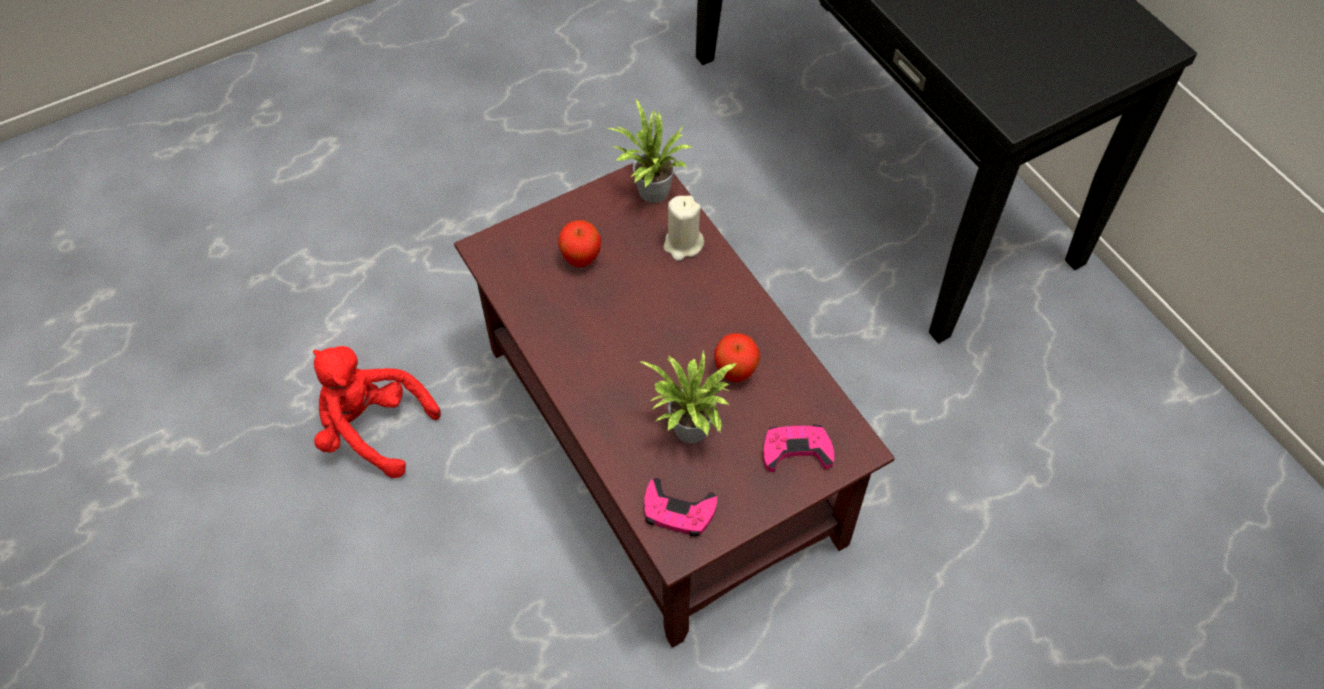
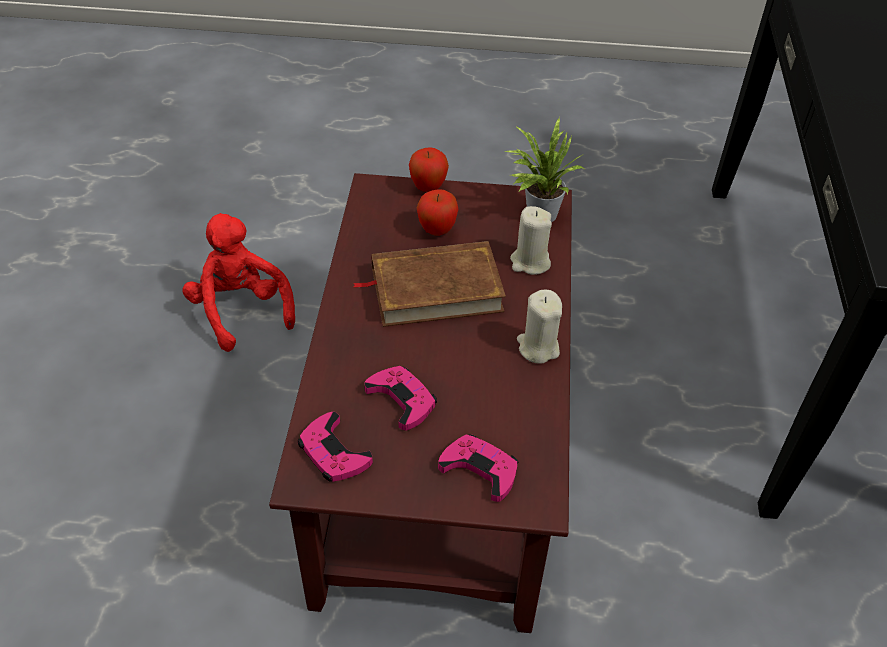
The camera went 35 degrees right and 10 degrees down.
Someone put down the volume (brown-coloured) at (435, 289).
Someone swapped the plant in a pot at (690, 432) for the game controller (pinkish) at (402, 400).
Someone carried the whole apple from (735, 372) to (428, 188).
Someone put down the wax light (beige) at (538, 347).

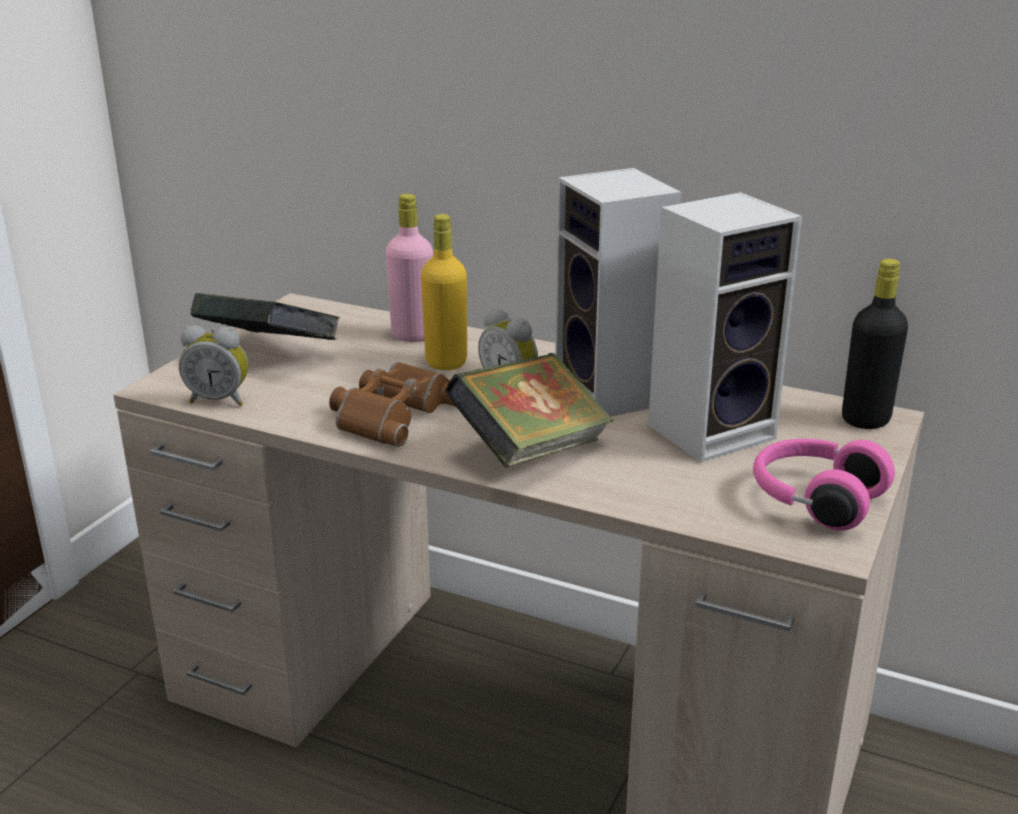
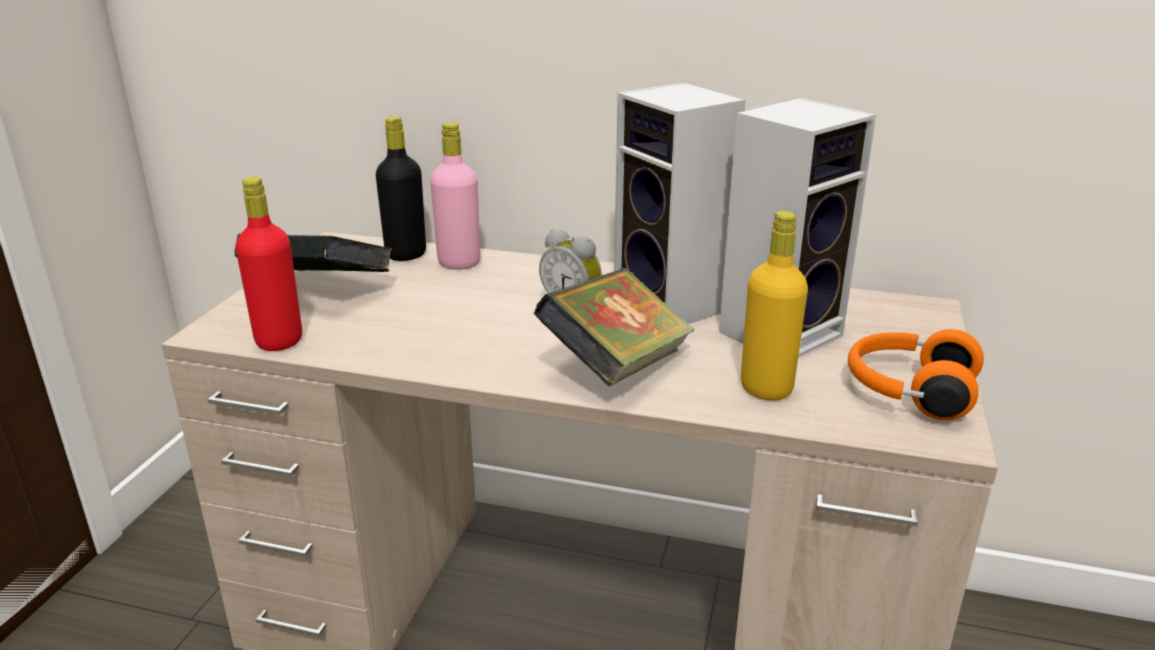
The camera went 10 degrees left and 0 degrees up.
Someone swapped the alarm clock at (219, 400) for the bottle (red-coloured) at (279, 341).
Someone carried the bottle (blackish) from (865, 419) to (406, 254).
Someone carried the bottle (yellow) from (446, 362) to (766, 388).
Someone repainted the headphones (pinkish) at (814, 500), which became the headphones (orange) at (908, 392).
Someone took away the pair of binoculars (brown-coloured) at (391, 413).

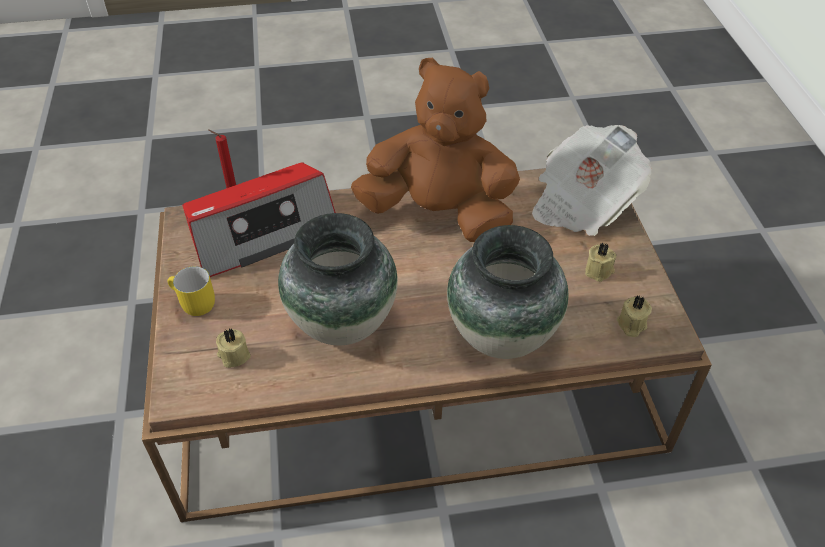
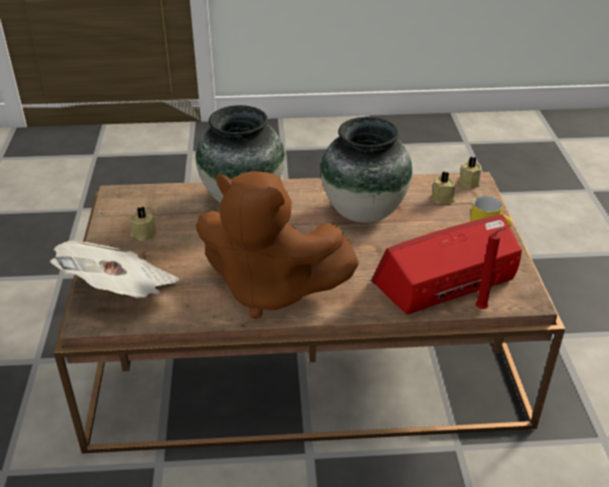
The camera went 175 degrees left and 10 degrees down.
Someone carried the wax light (beige) from (631, 325) to (469, 182).

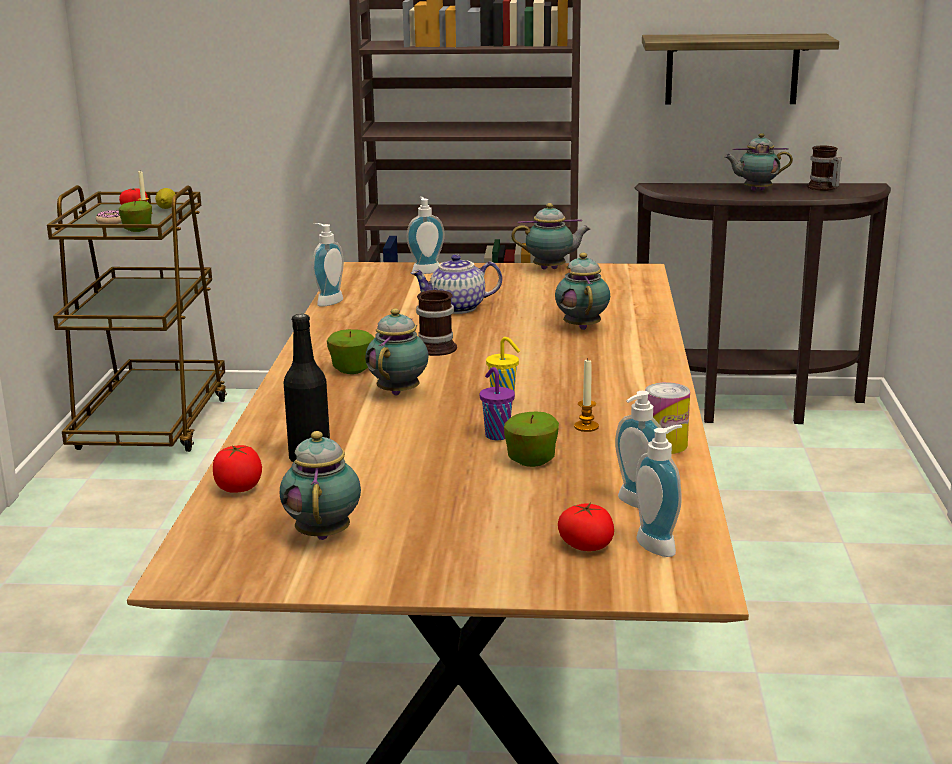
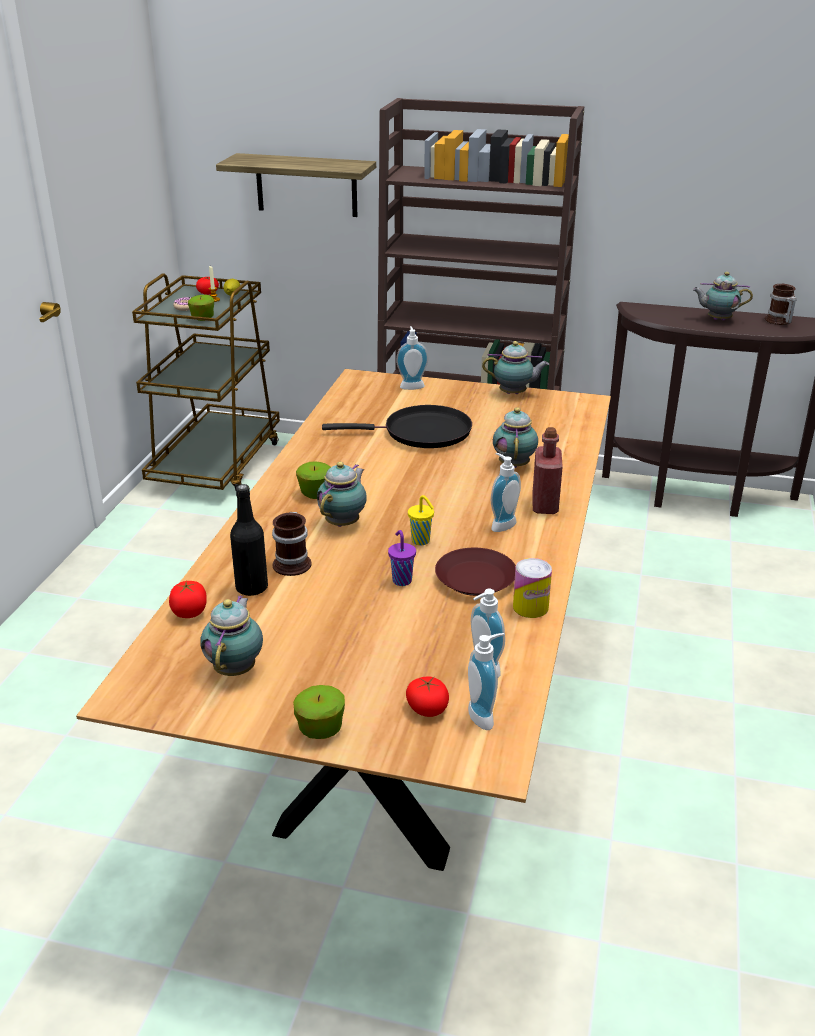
The camera went 10 degrees right and 10 degrees up.
Someone carried the bracket shelf from (732, 69) to (306, 185).
Someone carried the tea mug from (437, 347) to (294, 562).
Someone carried the whole apple from (531, 460) to (320, 729).
Someone swapped the teapot at (457, 308) for the frying pan (blackish) at (421, 433).
Someone swapped the wax light at (586, 427) for the flat dish (brown-coloured) at (475, 579).
Someone carried the liquid soap bottle from (327, 301) to (501, 524).
Someone put down the bottle (red-coloured) at (545, 505).

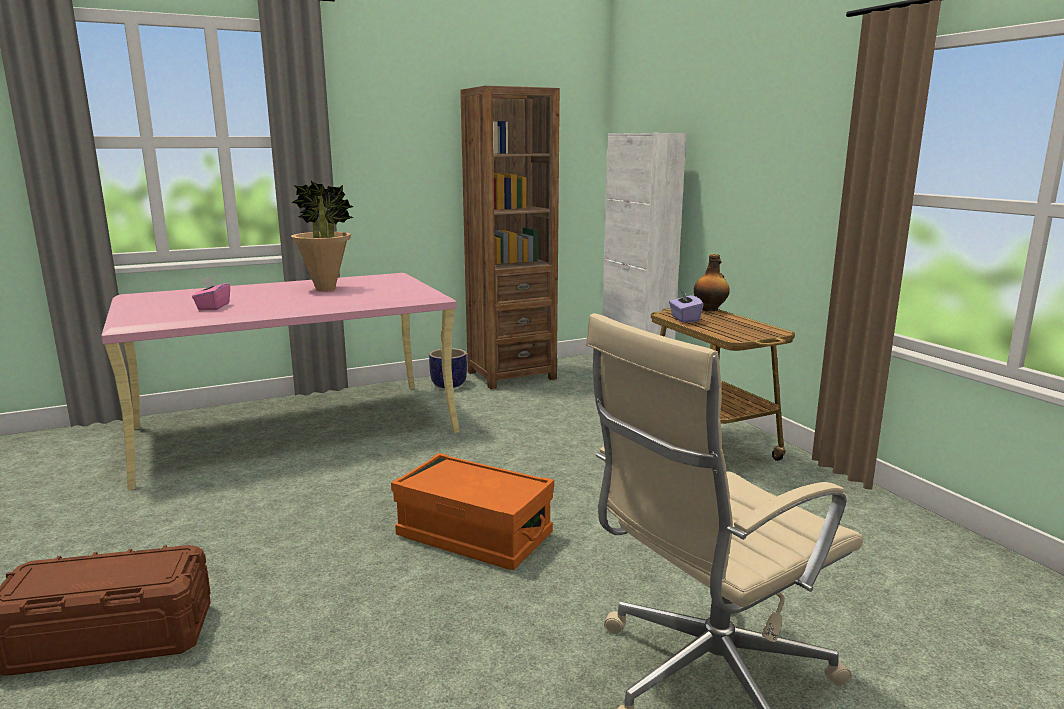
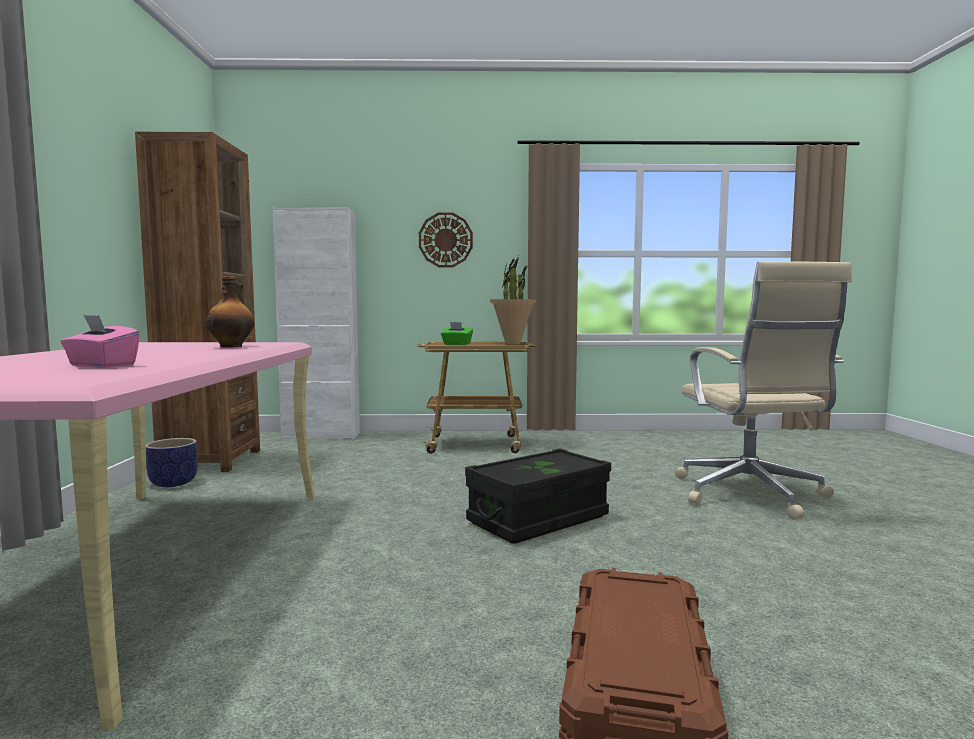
The camera went 65 degrees left and 10 degrees down.
Someone carried the bottle from (710, 309) to (232, 346).
Someone put up the hanging clock at (445, 240).
Someone repainted the tissue box (purple-coloured) at (684, 319), which became the tissue box (green-coloured) at (456, 344).
Someone repainted the storage container (orange) at (474, 536), which became the storage container (blackish) at (538, 519).
Someone carried the plant in a pot from (326, 289) to (512, 343).

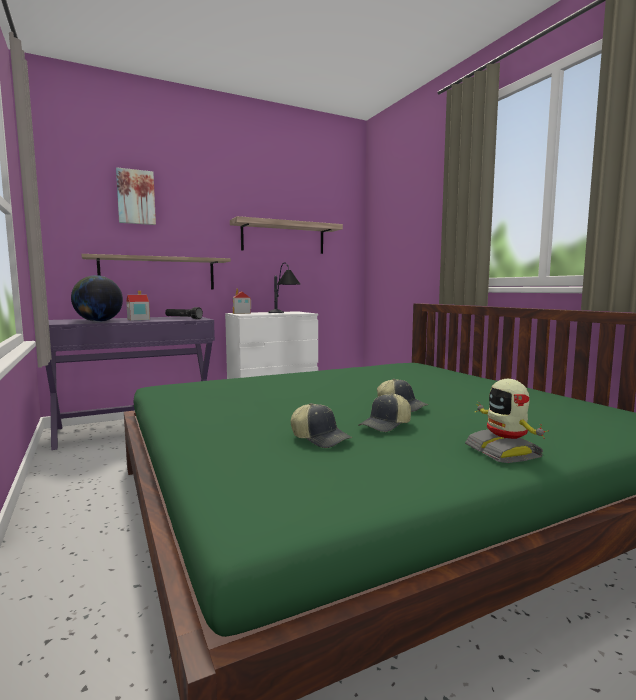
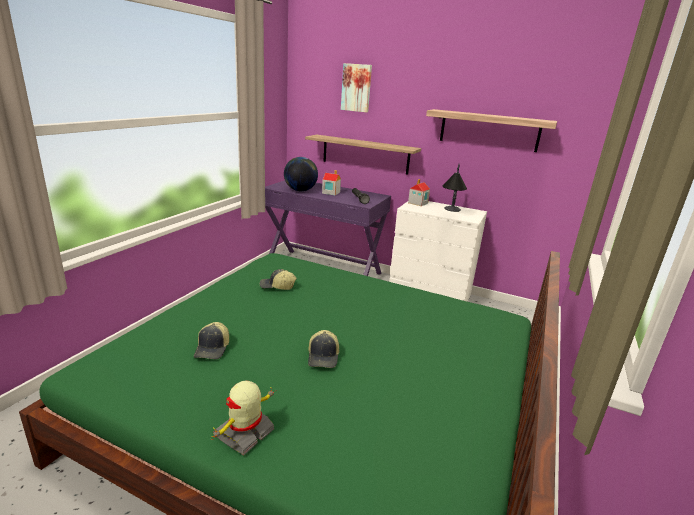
The camera went 50 degrees right and 15 degrees up.
Someone carried the cap from (386, 426) to (277, 286).

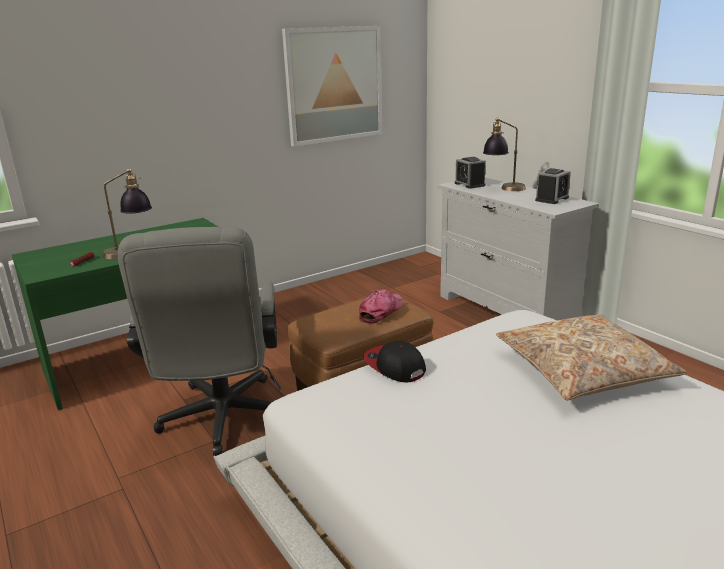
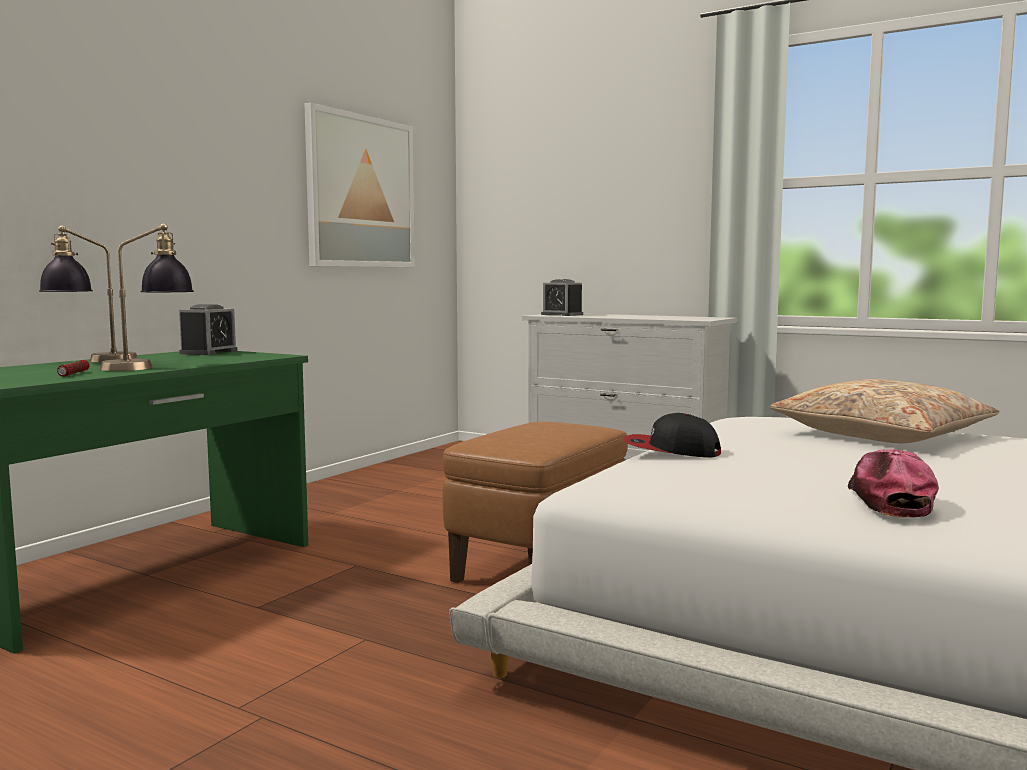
The camera went 25 degrees left and 15 degrees down.
Someone carried the table lamp from (503, 189) to (92, 361).
Someone carried the alarm clock from (552, 199) to (209, 352).
Someone carried the cap from (381, 311) to (887, 499).
Someone took away the computer chair (gray) at (222, 422).

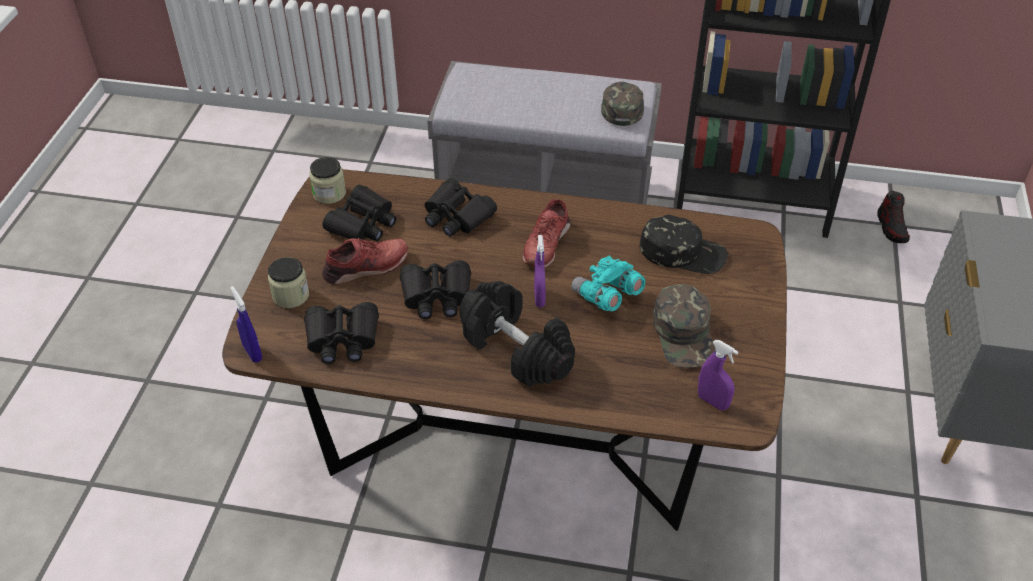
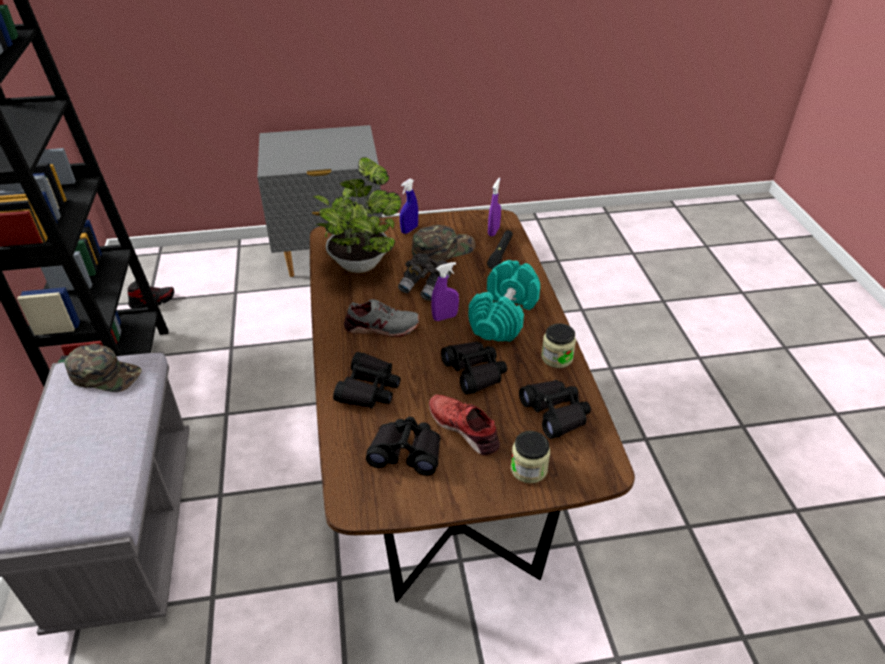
The camera went 110 degrees left and 5 degrees down.
Someone rotated the cap (green-coloured) at (621, 106) by 150 degrees counterclockwise.
Someone swapped the cap (blackish) at (682, 252) for the plant in a pot at (361, 261).
Someone repainted the item of footwear (red-coloured) at (545, 243), which became the item of footwear (gray) at (381, 327).
Someone repainted the pair of binoculars (turquoise-coloured) at (606, 296), which became the pair of binoculars (gray) at (425, 286).
Someone carried the sprayer (blue-coloured) from (252, 353) to (409, 229).
Someone repainted the free weight (blackish) at (517, 349), which became the free weight (turquoise-coloured) at (503, 316).
Someone put down the hand torch (blackish) at (500, 253).
Someone carried the jar from (329, 193) to (557, 357).

